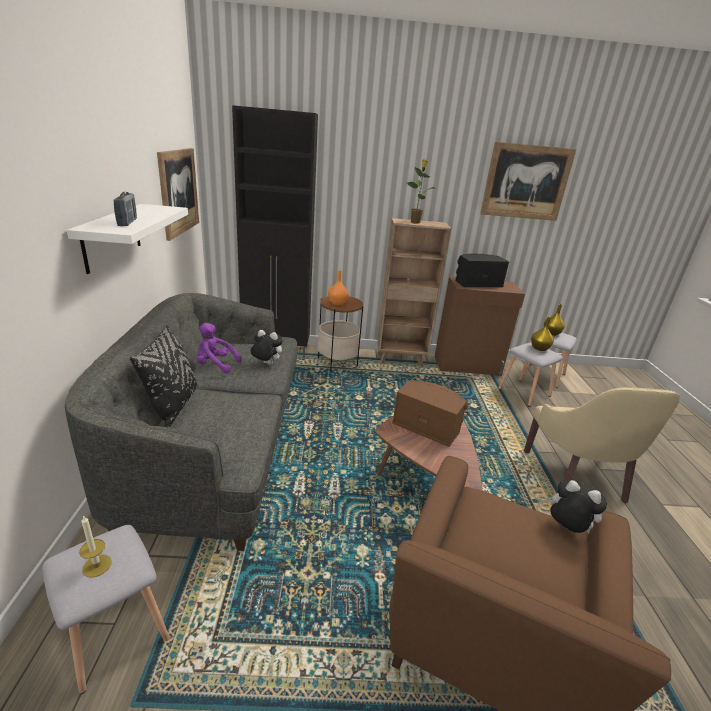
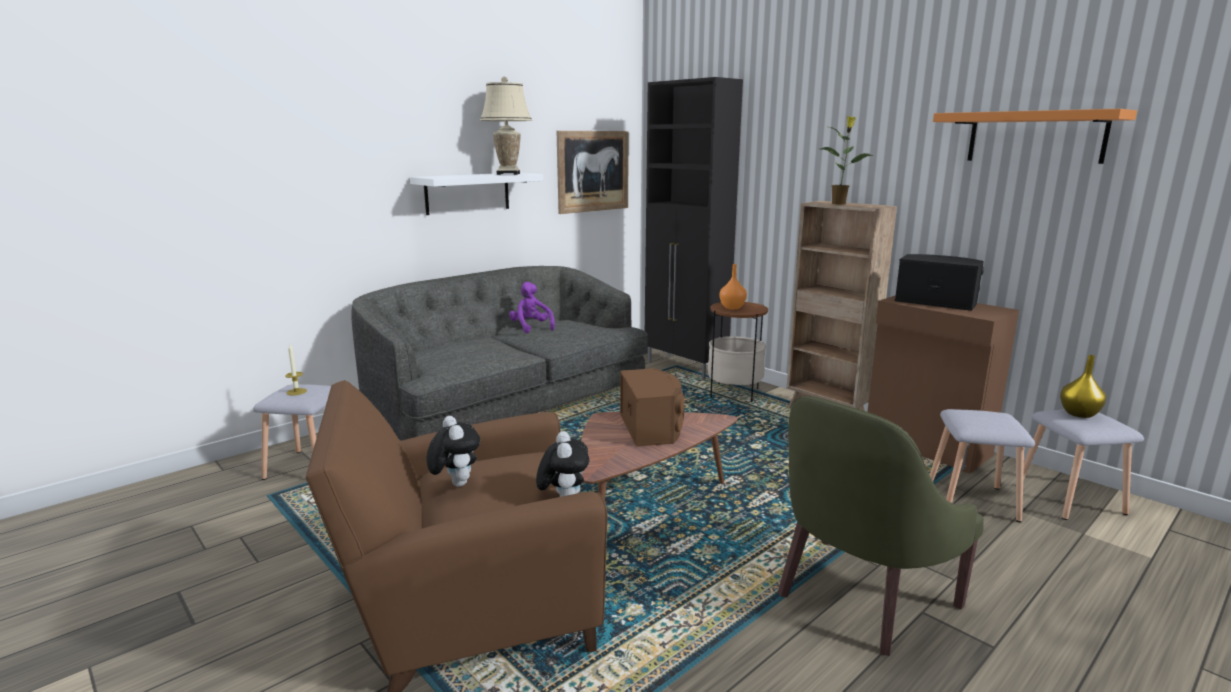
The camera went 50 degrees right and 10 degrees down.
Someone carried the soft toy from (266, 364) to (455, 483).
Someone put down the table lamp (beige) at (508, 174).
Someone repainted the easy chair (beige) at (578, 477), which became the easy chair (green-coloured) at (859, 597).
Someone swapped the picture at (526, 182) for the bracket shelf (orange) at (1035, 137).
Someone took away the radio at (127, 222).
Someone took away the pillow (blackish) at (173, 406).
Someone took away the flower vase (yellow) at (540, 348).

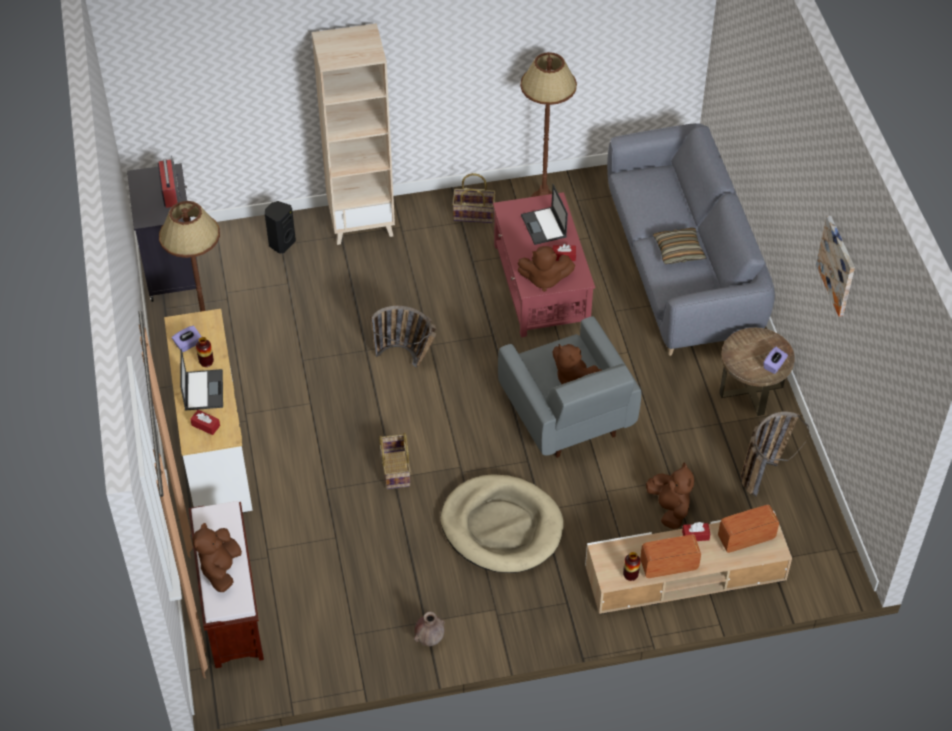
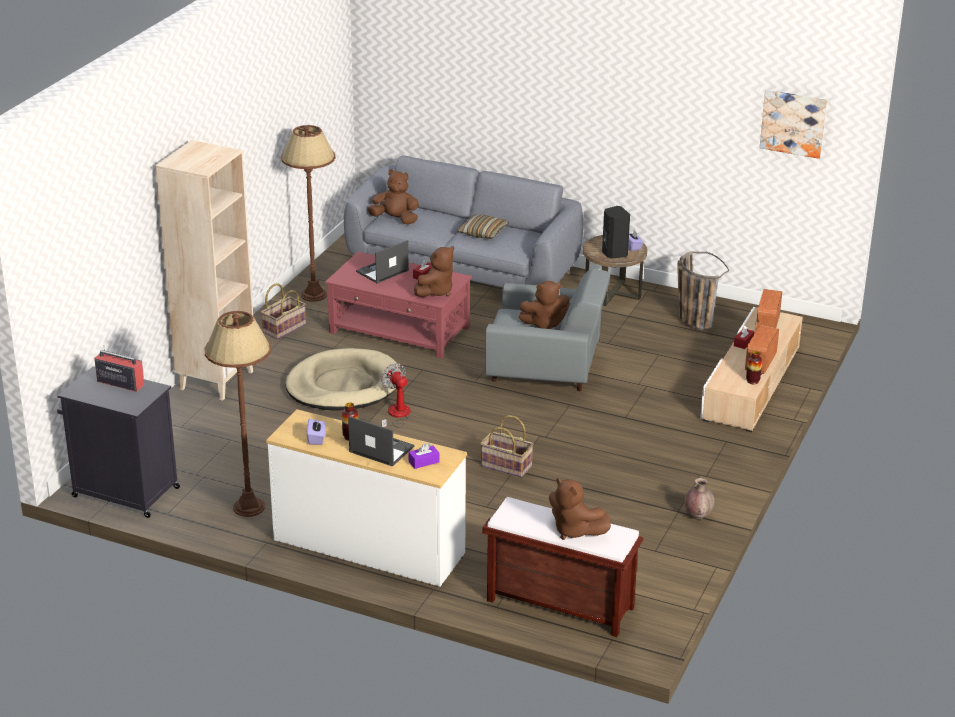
The camera went 55 degrees left and 20 degrees down.
Someone carried the dog bed (beige) from (501, 527) to (343, 385).
Someone rotated the portable computer at (544, 226) by 120 degrees clockwise.
Someone carried the soft toy (brown-coloured) from (669, 508) to (395, 219).
Someone swapped the storage basket at (407, 359) for the electric fan at (396, 416).
Someone repainted the tissue box (red-coloured) at (205, 425), which became the tissue box (purple-coloured) at (424, 462).
Someone carried the loudspeaker (blackish) from (281, 243) to (613, 253).
Someone carried the picture from (837, 265) to (793, 123).

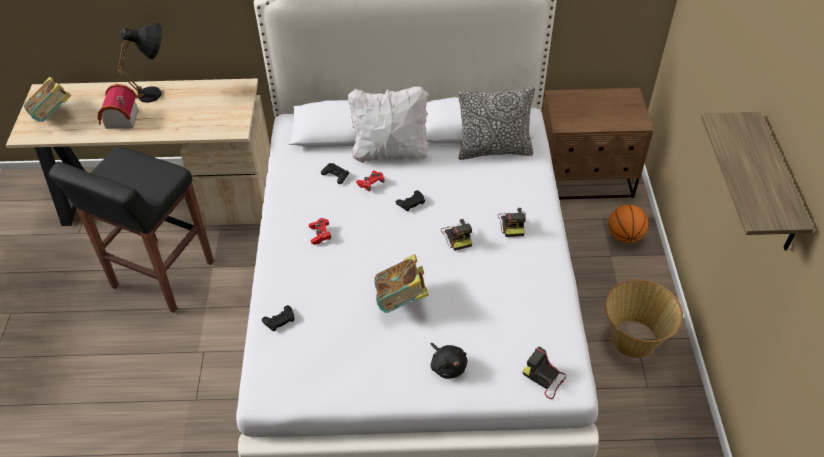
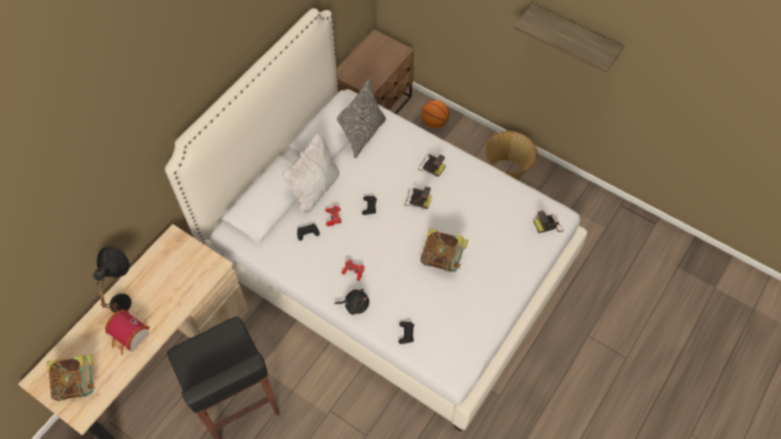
The camera went 55 degrees left and 10 degrees up.
Someone carried the soft toy (blackish) from (447, 366) to (355, 305).

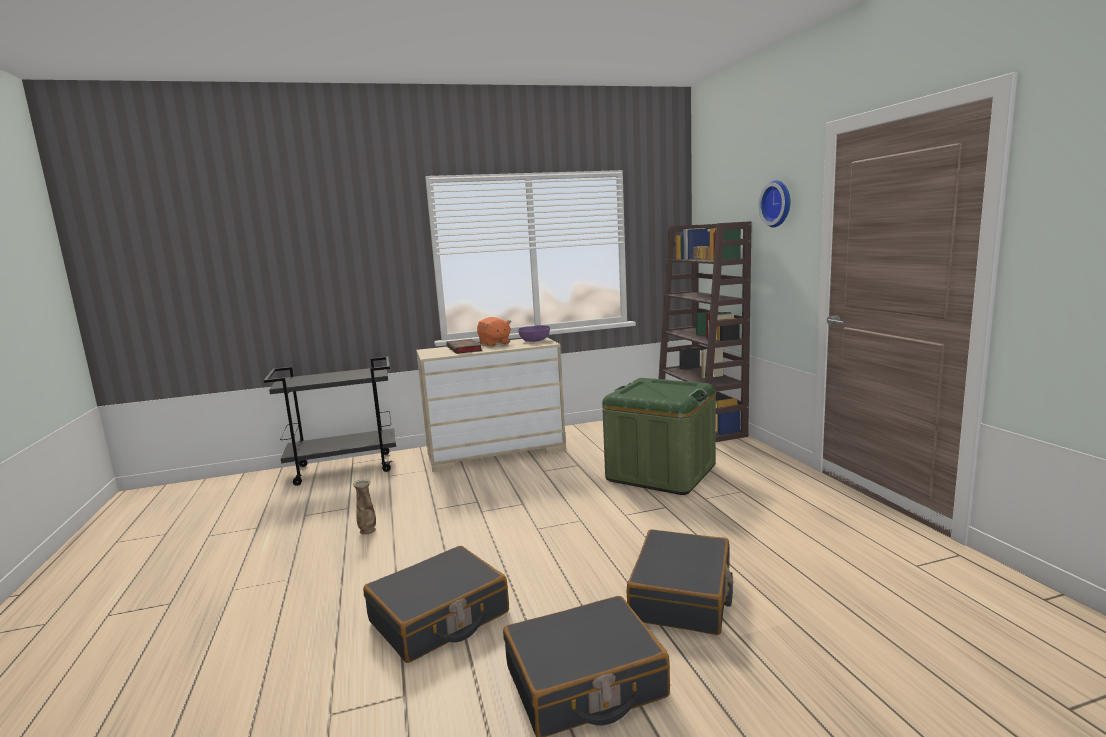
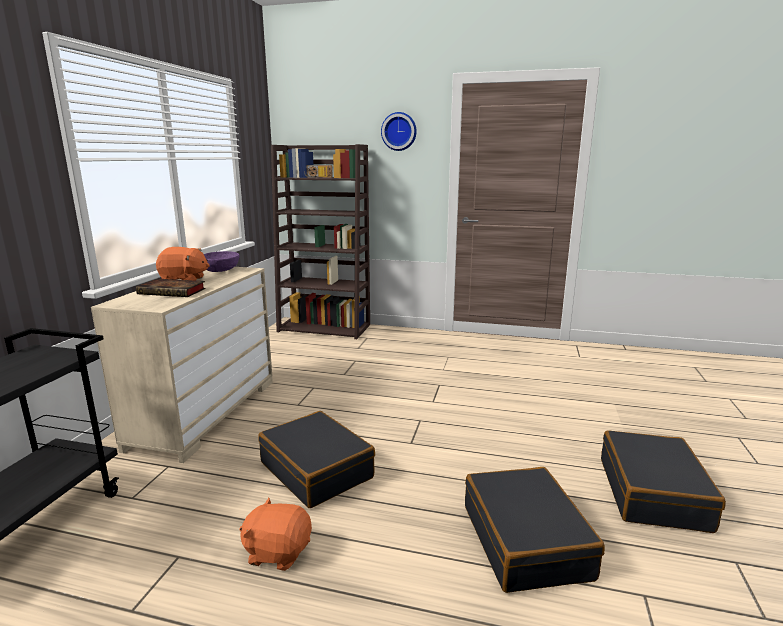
The camera went 60 degrees left and 5 degrees up.
Someone swapped the flower vase at (367, 531) for the soft toy (orange) at (278, 551).
Someone carried the suitcase (blackish) from (682, 596) to (317, 470).
Someone took away the storage container (green-coloured) at (661, 473).

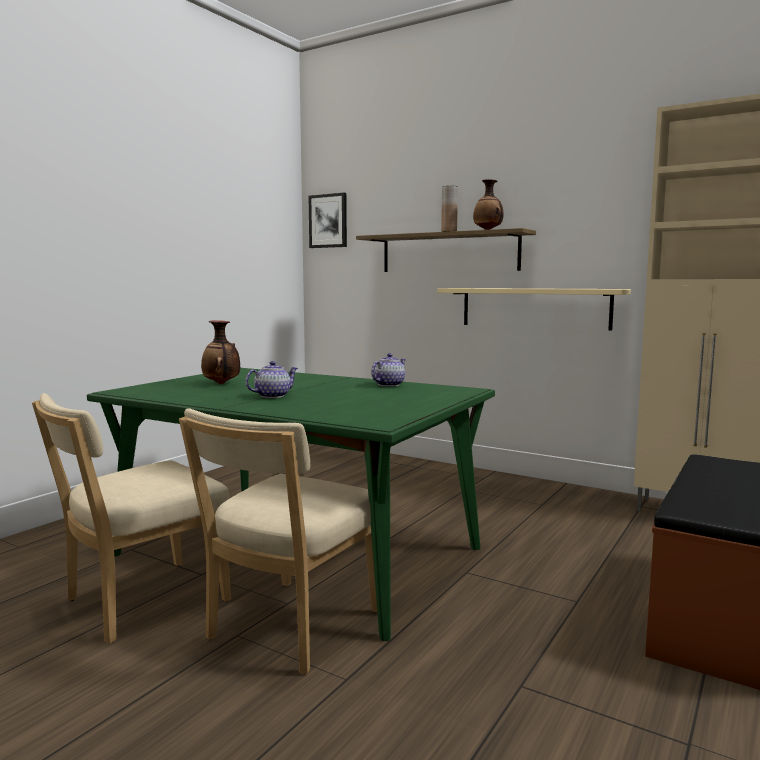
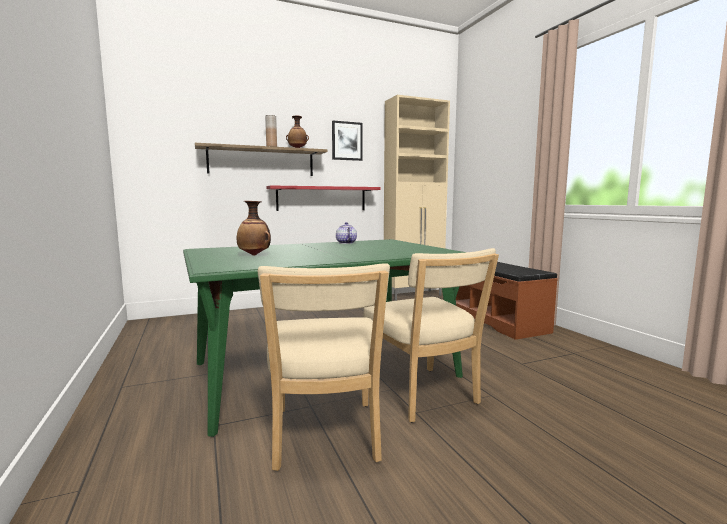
The camera went 55 degrees left and 0 degrees up.
Someone repainted the bracket shelf (beige) at (534, 308), which became the bracket shelf (red-coloured) at (322, 198).
Someone carried the picture from (328, 221) to (347, 141).
Someone took away the teapot at (272, 396).

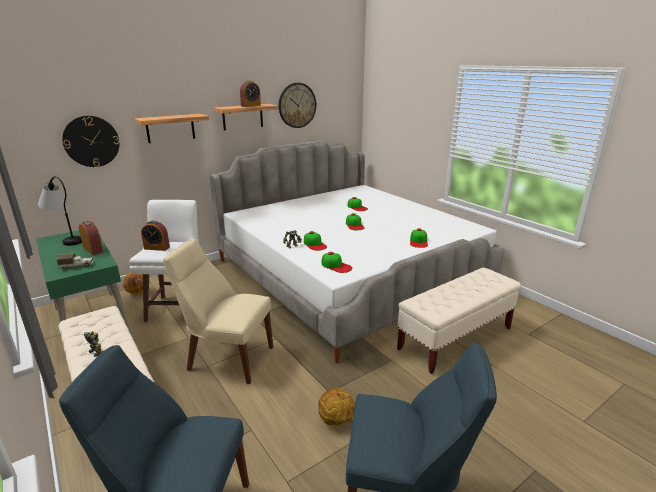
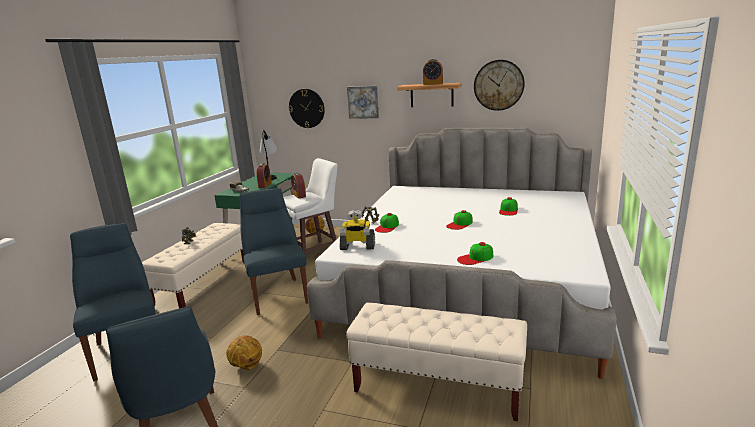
The camera went 55 degrees right and 5 degrees down.
Someone repainted the upright chair (beige) at (227, 357), which became the upright chair (blue-coloured) at (278, 294).
Someone swapped the cap at (336, 266) for the robot figure at (357, 246).
Someone swapped the bracket shelf at (170, 128) for the picture at (363, 102).

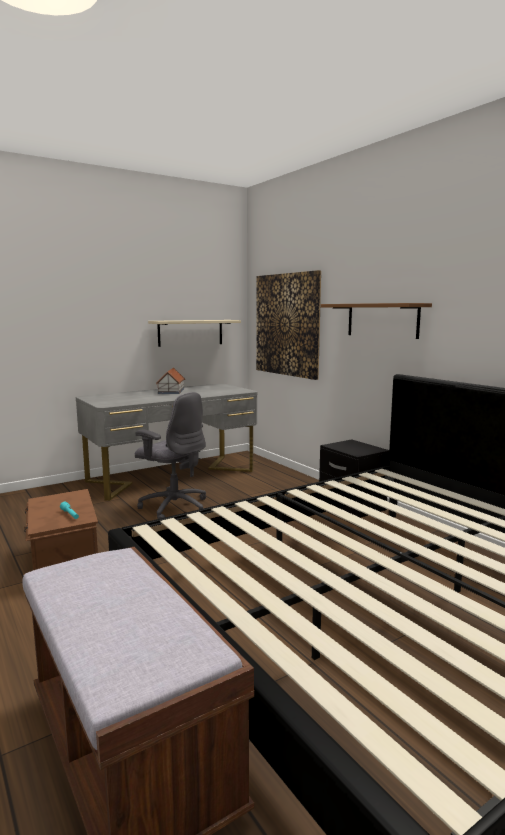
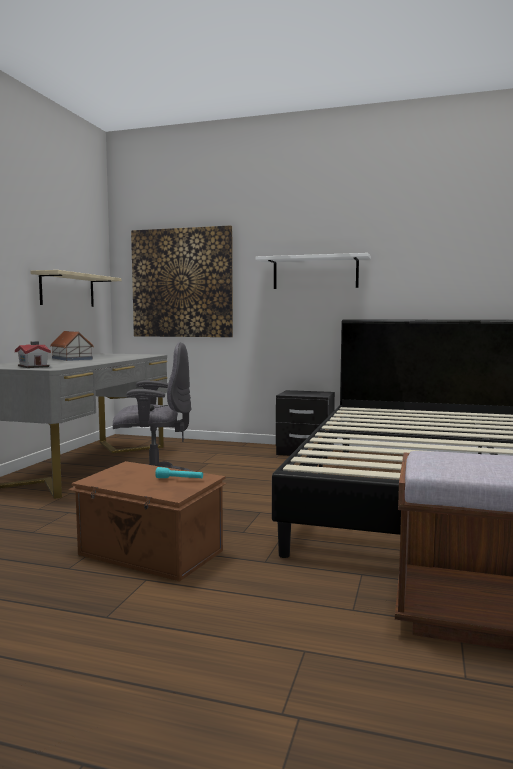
The camera went 40 degrees left and 5 degrees down.
Someone put down the model house at (34, 366).
Someone repainted the bracket shelf (brown-coloured) at (382, 320), which became the bracket shelf (whitish) at (315, 273).

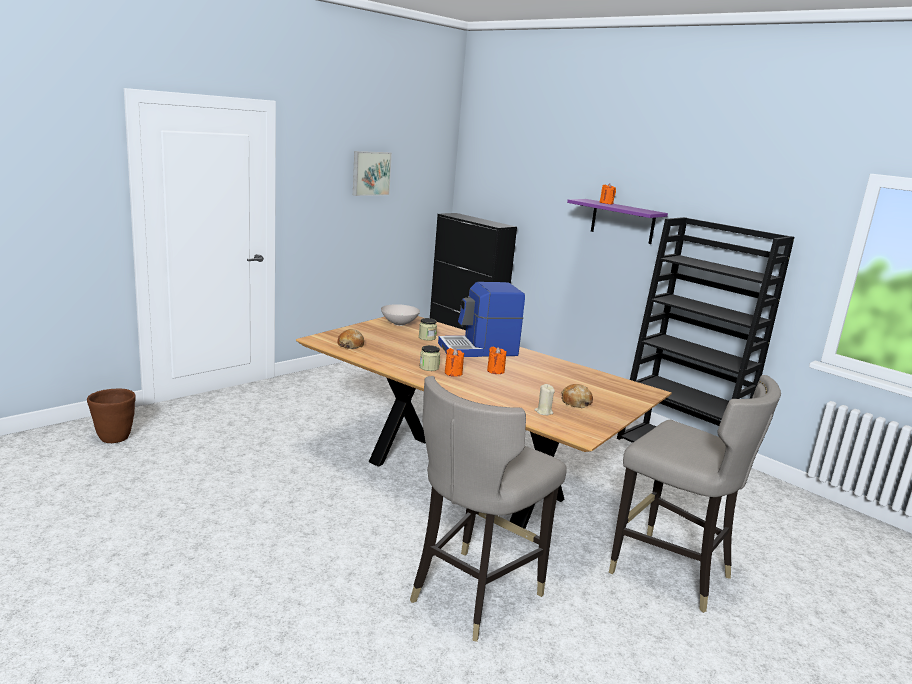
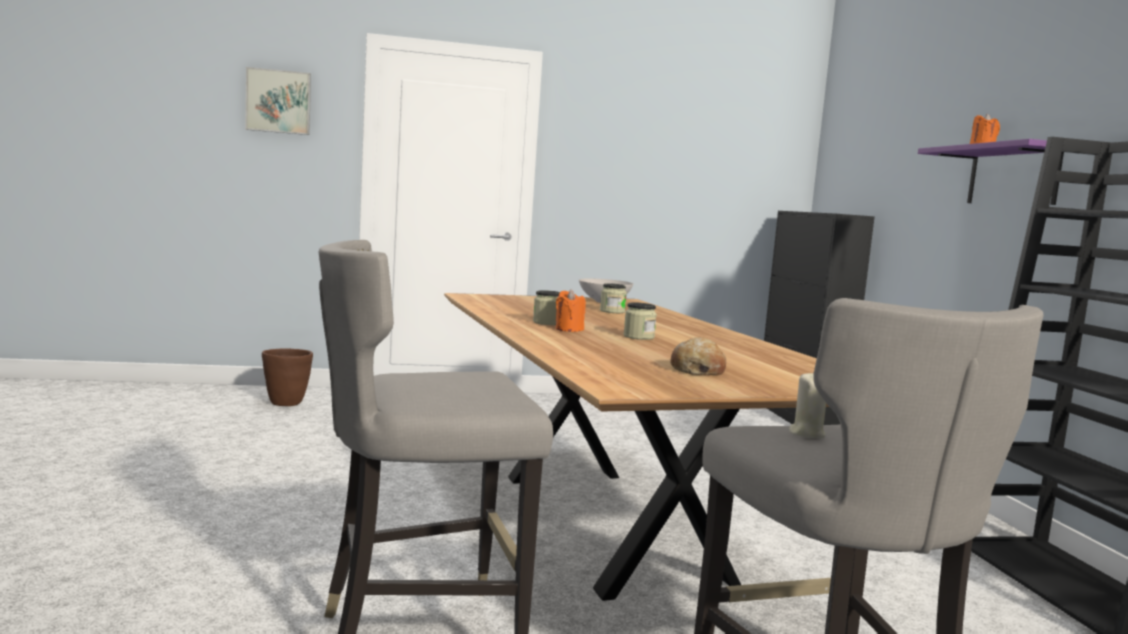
The camera went 35 degrees right and 10 degrees down.
Someone carried the picture from (370, 173) to (278, 101).
Someone swapped the wax light (orange) at (495, 371) for the jar at (638, 337).
Someone carried the wax light (beige) from (543, 412) to (806, 433).
Someone took away the baked bread at (351, 345).
Someone took away the coffee maker at (479, 350).

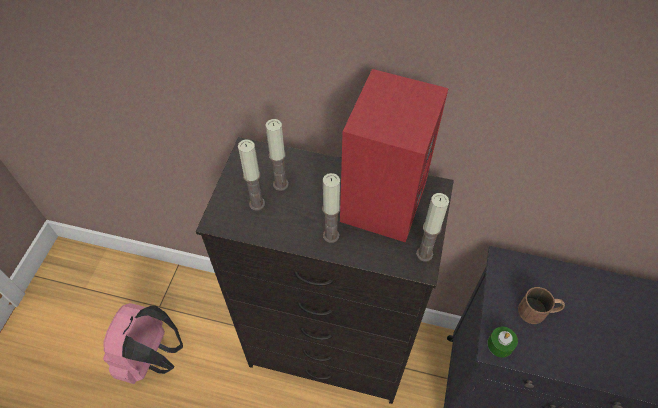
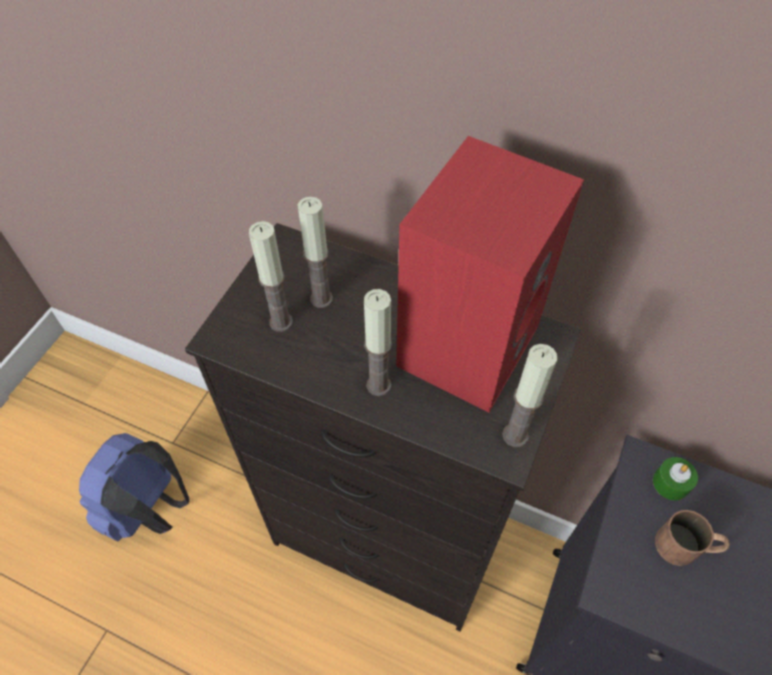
The camera went 10 degrees right and 0 degrees up.
Someone repainted the backpack (pinkish) at (152, 357), which became the backpack (blue-coloured) at (150, 509).
Someone carried the wax light (green-coloured) from (500, 345) to (670, 483).

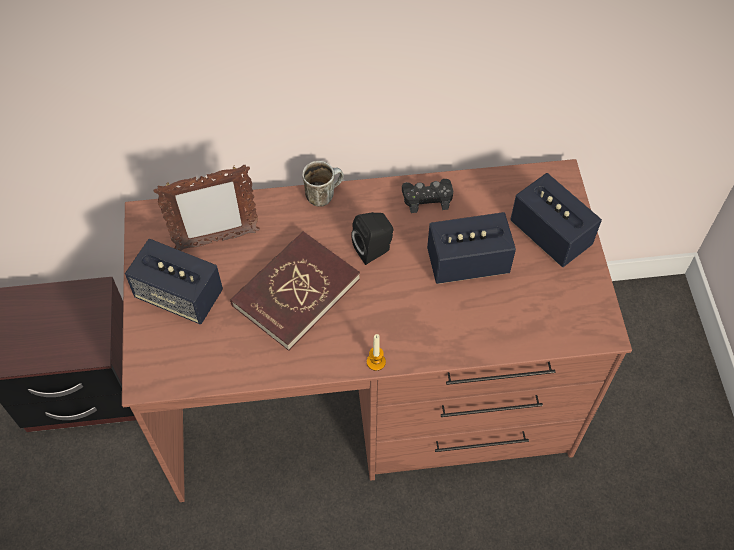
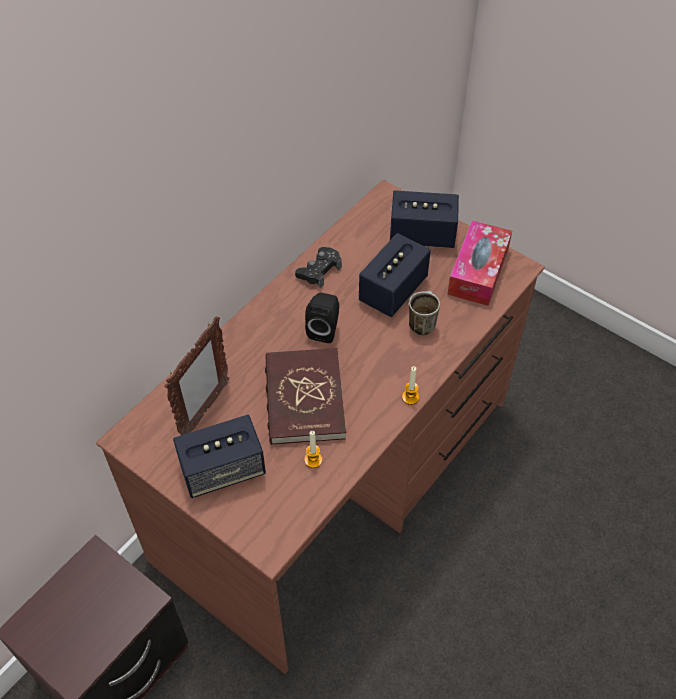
The camera went 45 degrees left and 5 degrees down.
Someone put down the wax light at (313, 460).
Someone carried the tea mug from (323, 194) to (421, 323).
Someone put down the tissue box at (478, 271).

